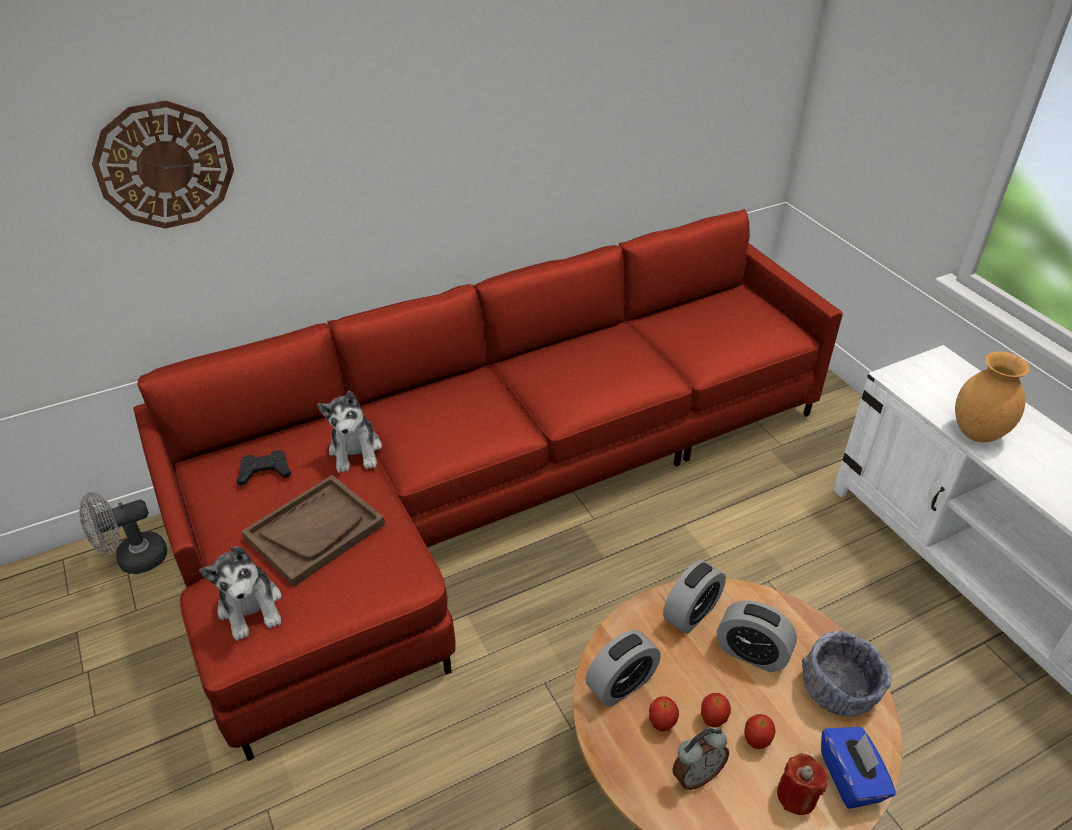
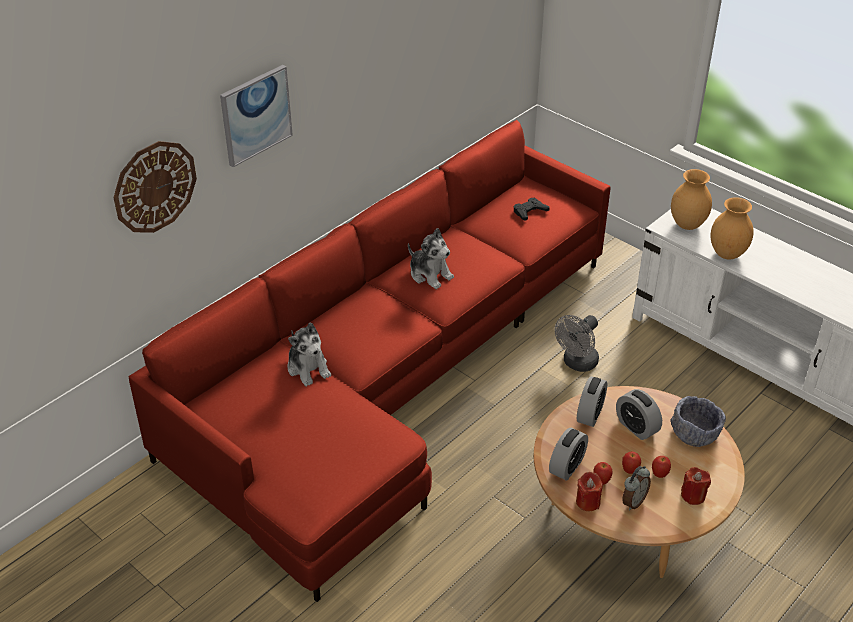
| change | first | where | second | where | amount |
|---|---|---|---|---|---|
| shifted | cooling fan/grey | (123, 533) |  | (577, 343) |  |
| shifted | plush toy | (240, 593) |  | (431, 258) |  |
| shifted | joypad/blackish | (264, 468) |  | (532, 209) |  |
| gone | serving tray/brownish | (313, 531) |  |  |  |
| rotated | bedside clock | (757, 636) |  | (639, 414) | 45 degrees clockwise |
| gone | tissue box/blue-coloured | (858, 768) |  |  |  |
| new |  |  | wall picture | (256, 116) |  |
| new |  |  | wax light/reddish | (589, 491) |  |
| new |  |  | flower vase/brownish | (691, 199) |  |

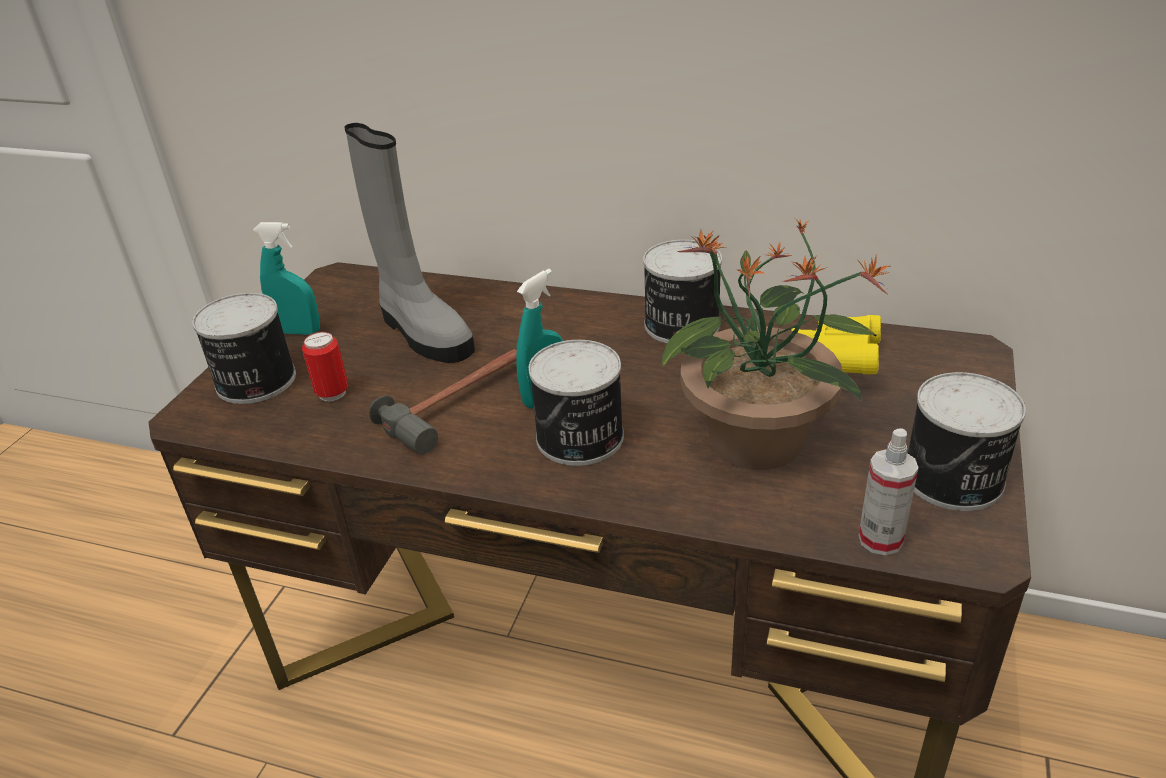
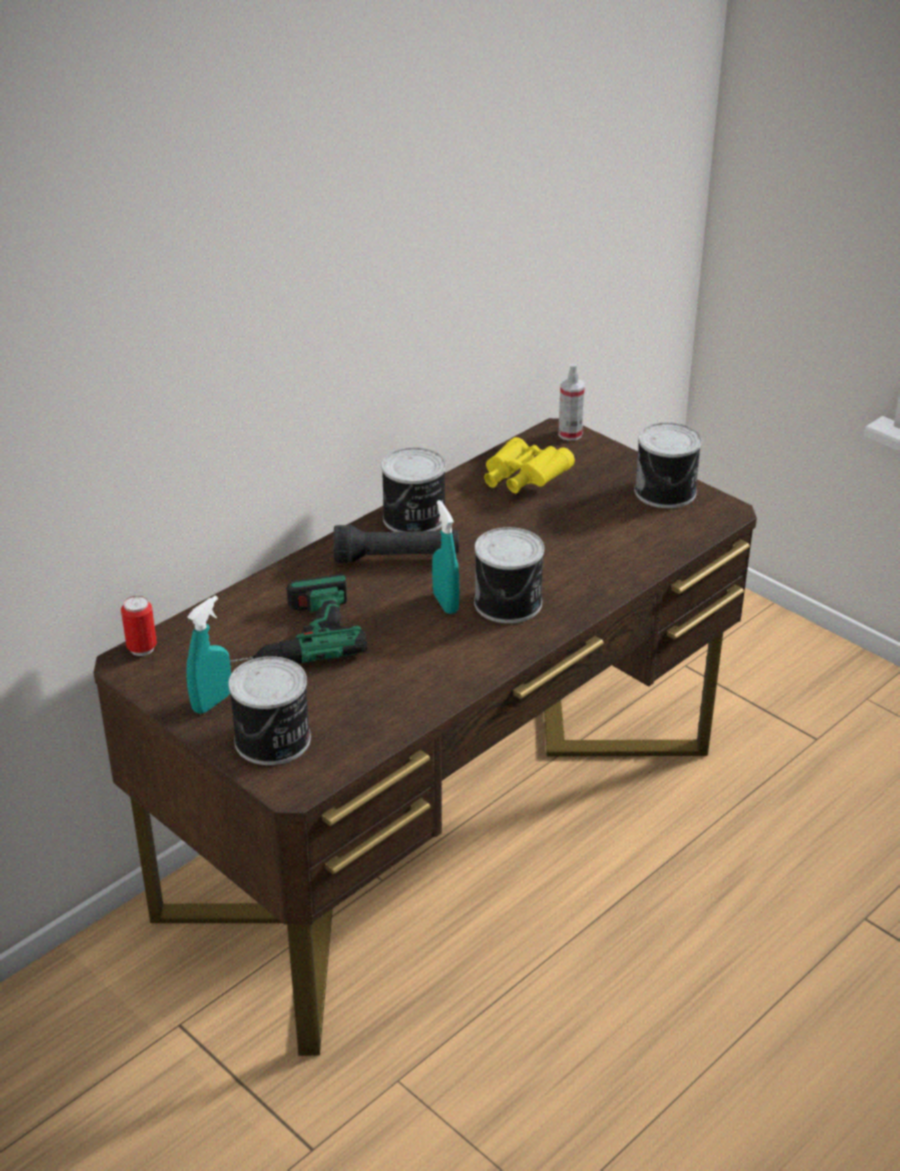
| change | first | where | second | where | amount |
|---|---|---|---|---|---|
| shifted | metal can | (325, 366) |  | (139, 626) |  |
| swapped | boot/grey | (409, 243) | electric drill | (298, 619) |  |
| gone | tool hammer | (443, 401) |  |  |  |
| gone | houseplant | (776, 343) |  |  |  |
| shifted | sprayer | (888, 492) |  | (571, 402) |  |
| new |  |  | torch/blackish | (396, 544) |  |

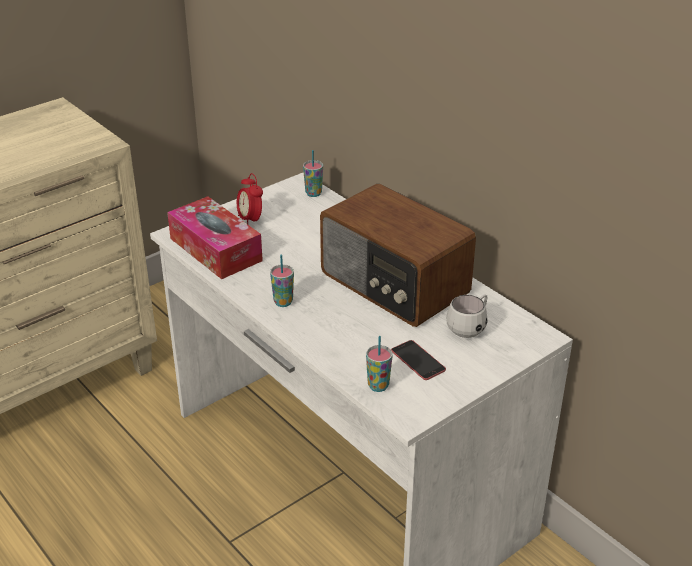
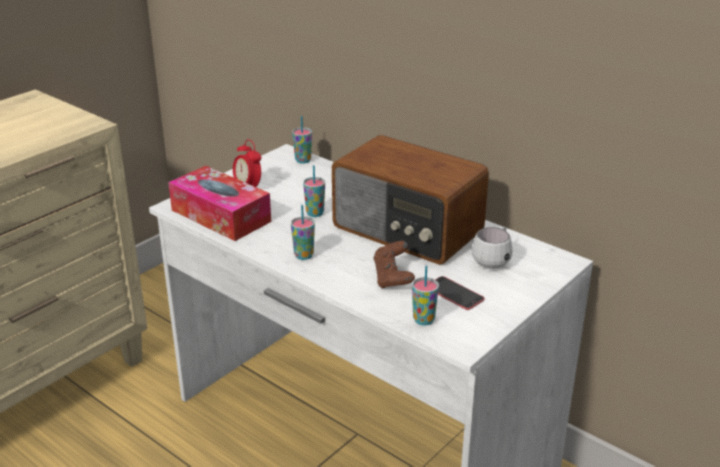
| change | first | where | second | where | amount |
|---|---|---|---|---|---|
| new |  |  | small cup | (314, 191) |  |
| new |  |  | joypad/brownish | (394, 264) |  |

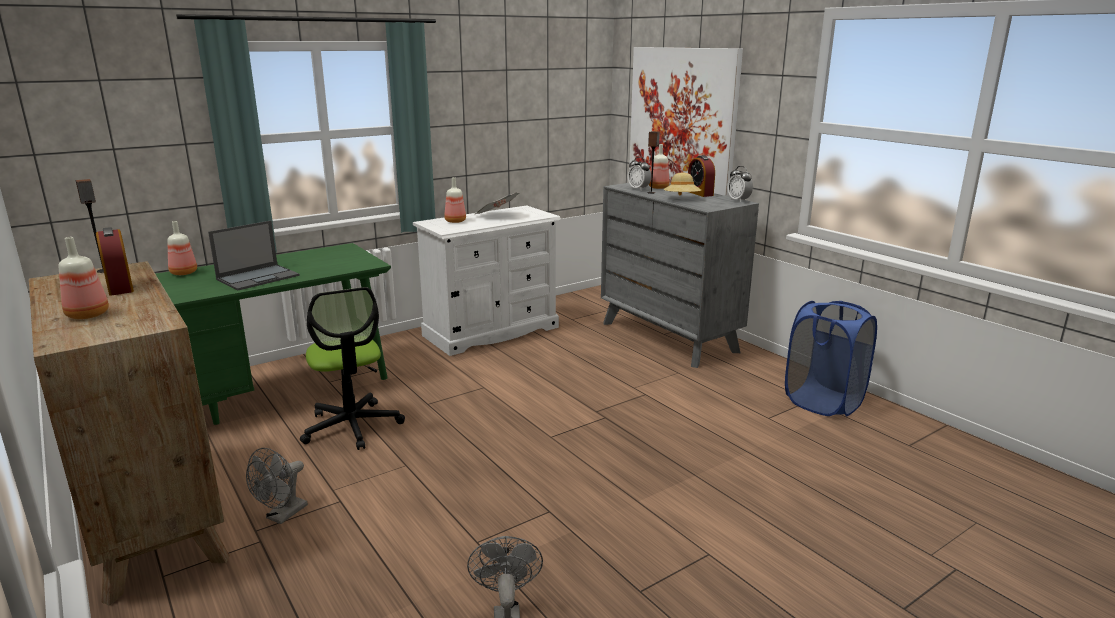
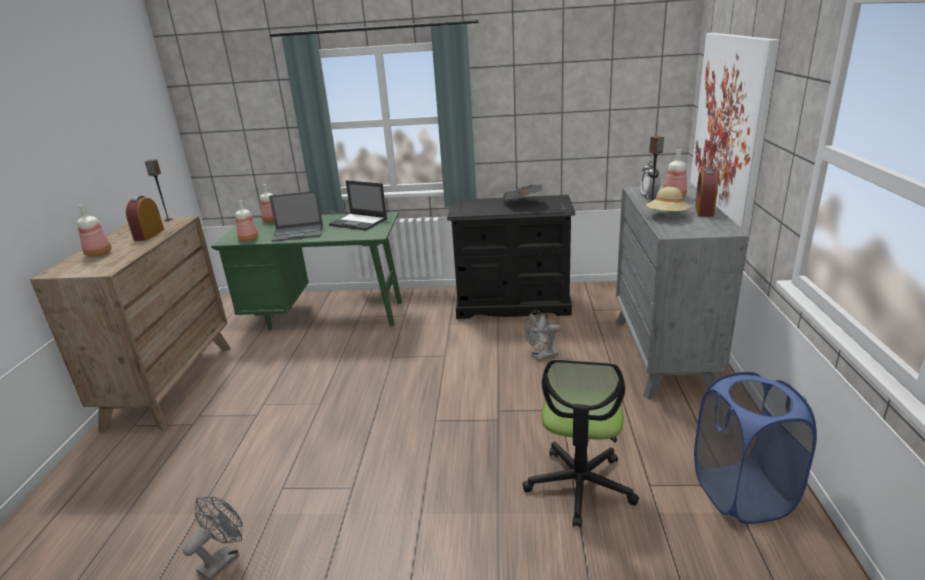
| change | first | where | second | where | amount |
|---|---|---|---|---|---|
| shifted | cooling fan/grey | (277, 486) |  | (542, 335) |  |
| shifted | computer chair | (352, 368) |  | (580, 443) |  |
| repainted | drawer chest/white-coloured | (487, 280) | drawer chest/blackish | (511, 257) |  |
| shifted | bottle | (455, 200) |  | (247, 221) |  |
| gone | bedside clock | (740, 184) |  |  |  |
| new |  |  | notebook computer | (358, 205) |  |

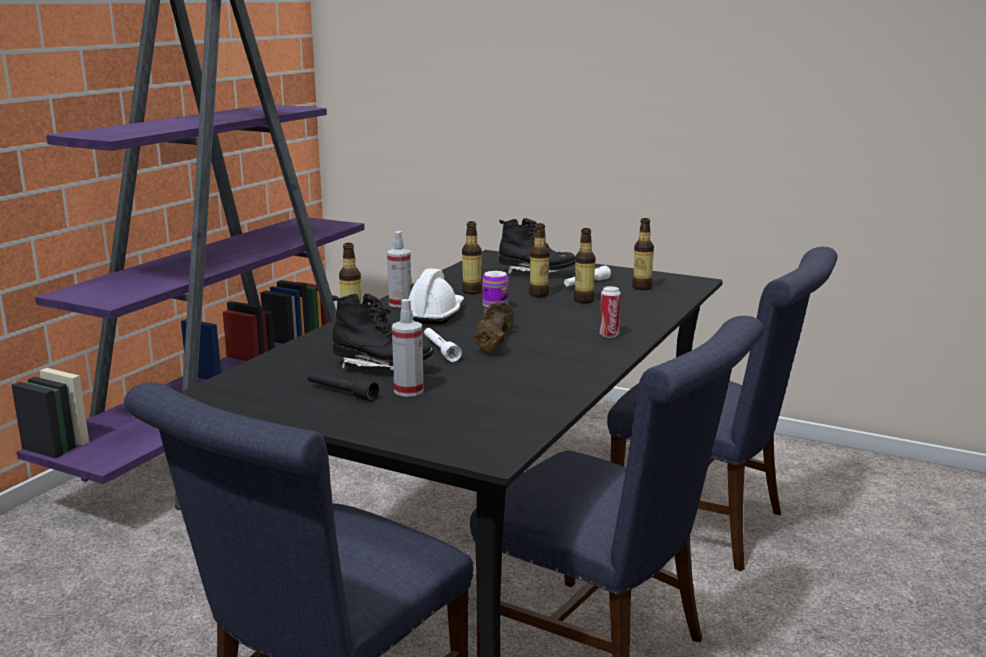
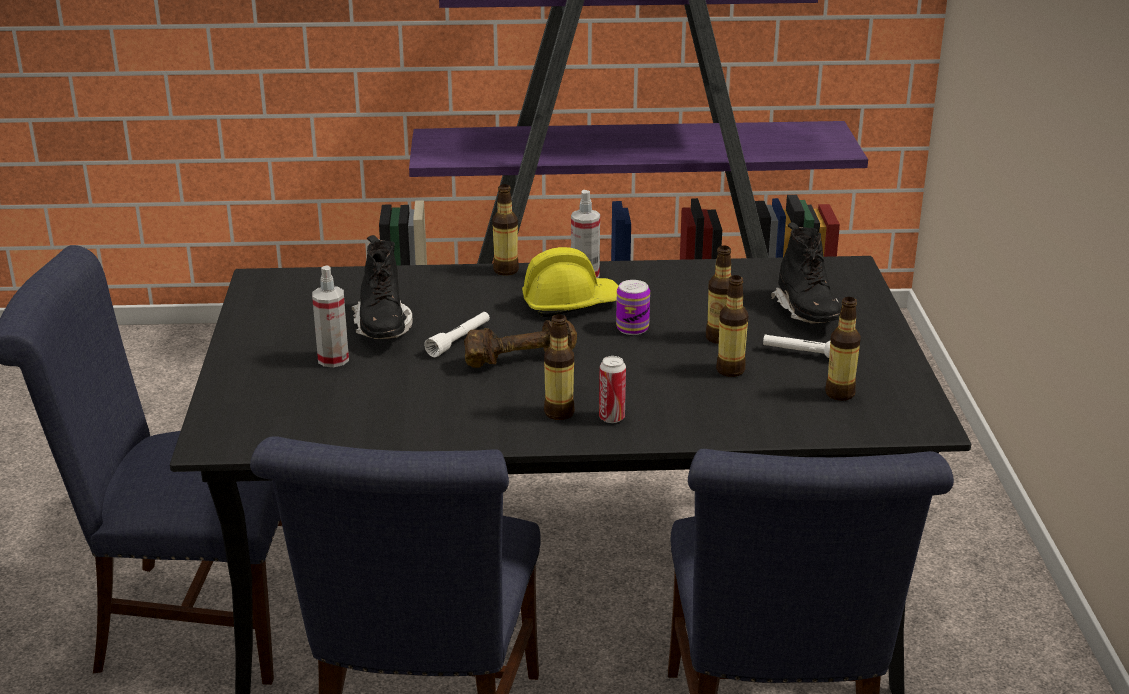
| change | first | where | second | where | amount |
|---|---|---|---|---|---|
| gone | torch/blackish | (343, 387) |  |  |  |
| repainted | safety helmet/white-coloured | (436, 296) | safety helmet/yellow-coloured | (570, 282) |  |
| shifted | bottle | (472, 258) |  | (559, 367) |  |

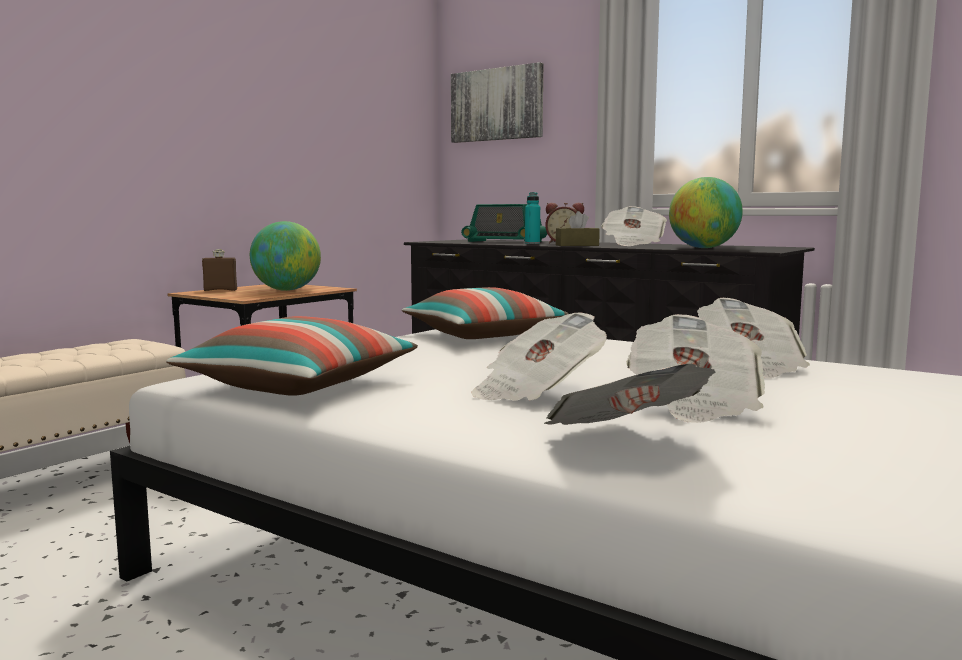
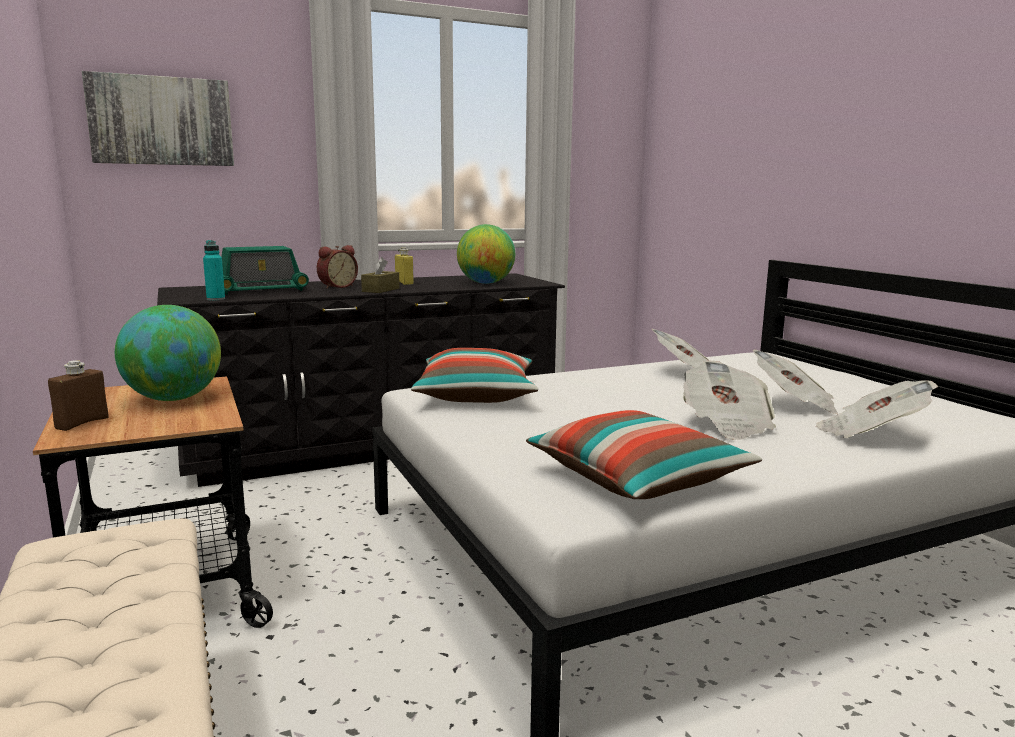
| change | first | where | second | where | amount |
|---|---|---|---|---|---|
| shifted | bottle/turquoise-coloured | (532, 218) |  | (214, 270) |  |
| swapped | newspaper | (634, 226) | bottle/yellow-coloured | (404, 266) |  |

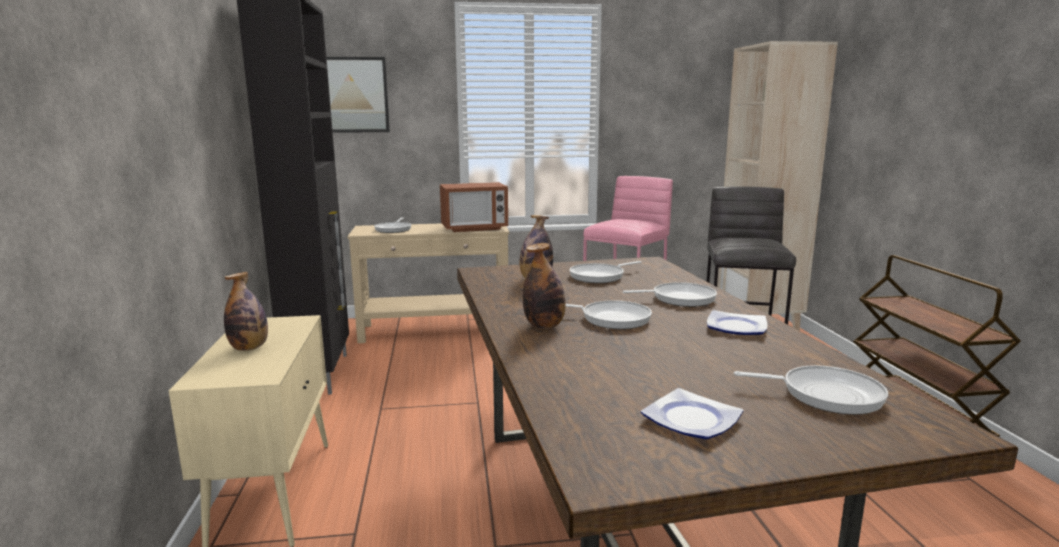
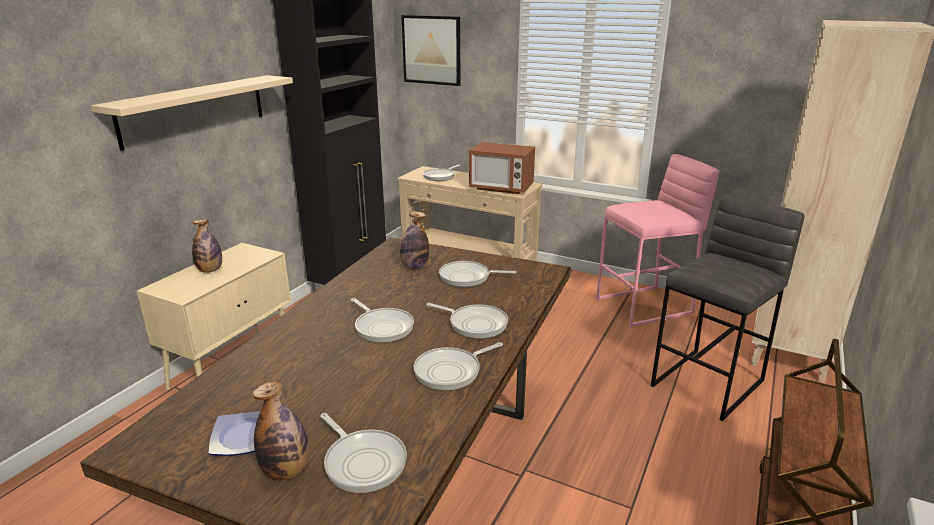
| change | first | where | second | where | amount |
|---|---|---|---|---|---|
| shifted | bottle | (544, 286) |  | (281, 430) |  |
| swapped | dinner plate | (737, 322) | skillet | (458, 366) |  |
| new |  |  | bracket shelf/beige-coloured | (192, 113) |  |

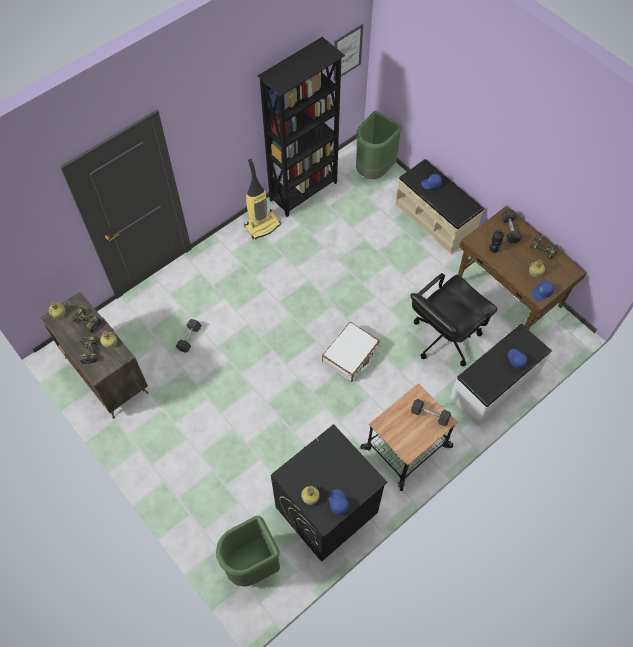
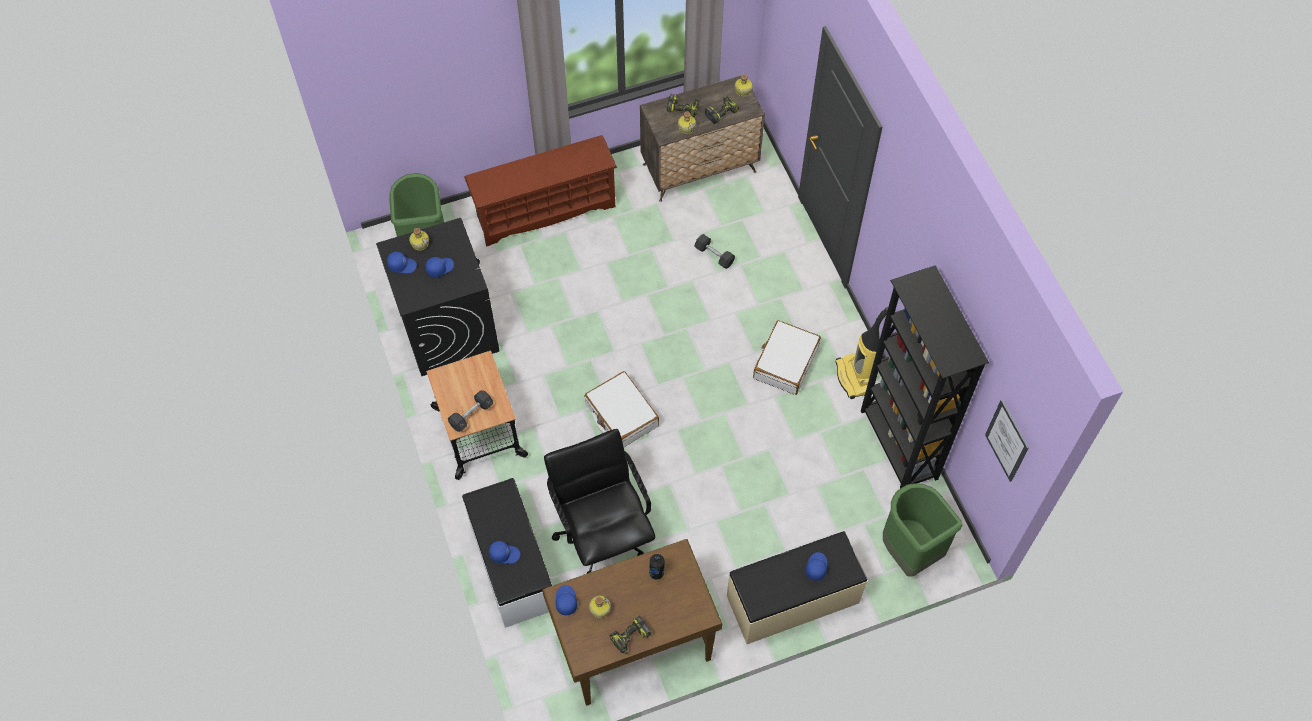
| change | first | where | second | where | amount |
|---|---|---|---|---|---|
| gone | dumbbell/grey | (511, 227) |  |  |  |
| new |  |  | peaked cap/blue-coloured | (439, 267) |  |
| new |  |  | shoe stand/brownish | (540, 191) |  |
| new |  |  | travel case/white-coloured | (787, 357) |  |

